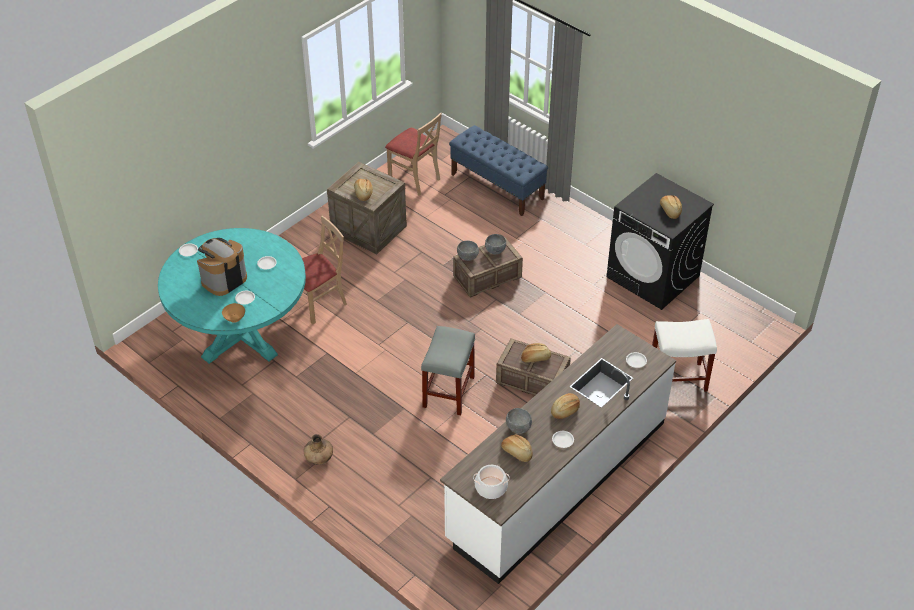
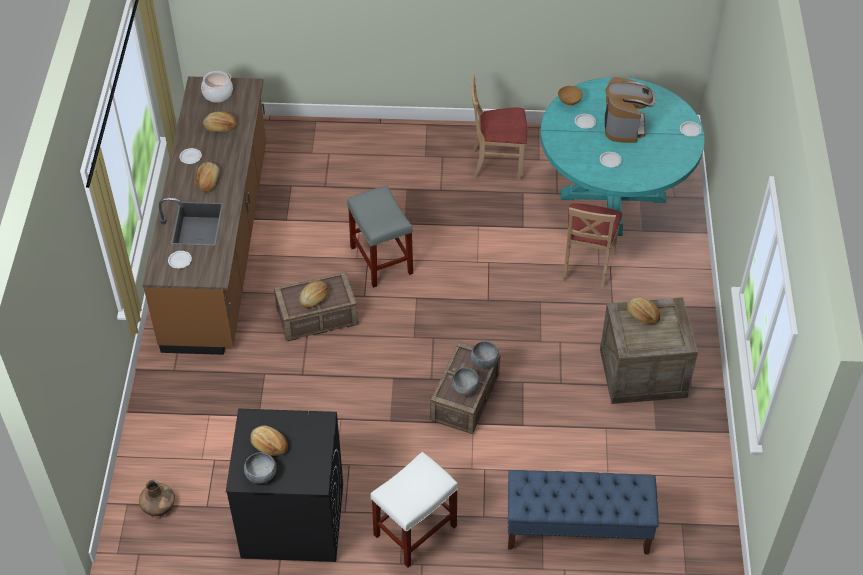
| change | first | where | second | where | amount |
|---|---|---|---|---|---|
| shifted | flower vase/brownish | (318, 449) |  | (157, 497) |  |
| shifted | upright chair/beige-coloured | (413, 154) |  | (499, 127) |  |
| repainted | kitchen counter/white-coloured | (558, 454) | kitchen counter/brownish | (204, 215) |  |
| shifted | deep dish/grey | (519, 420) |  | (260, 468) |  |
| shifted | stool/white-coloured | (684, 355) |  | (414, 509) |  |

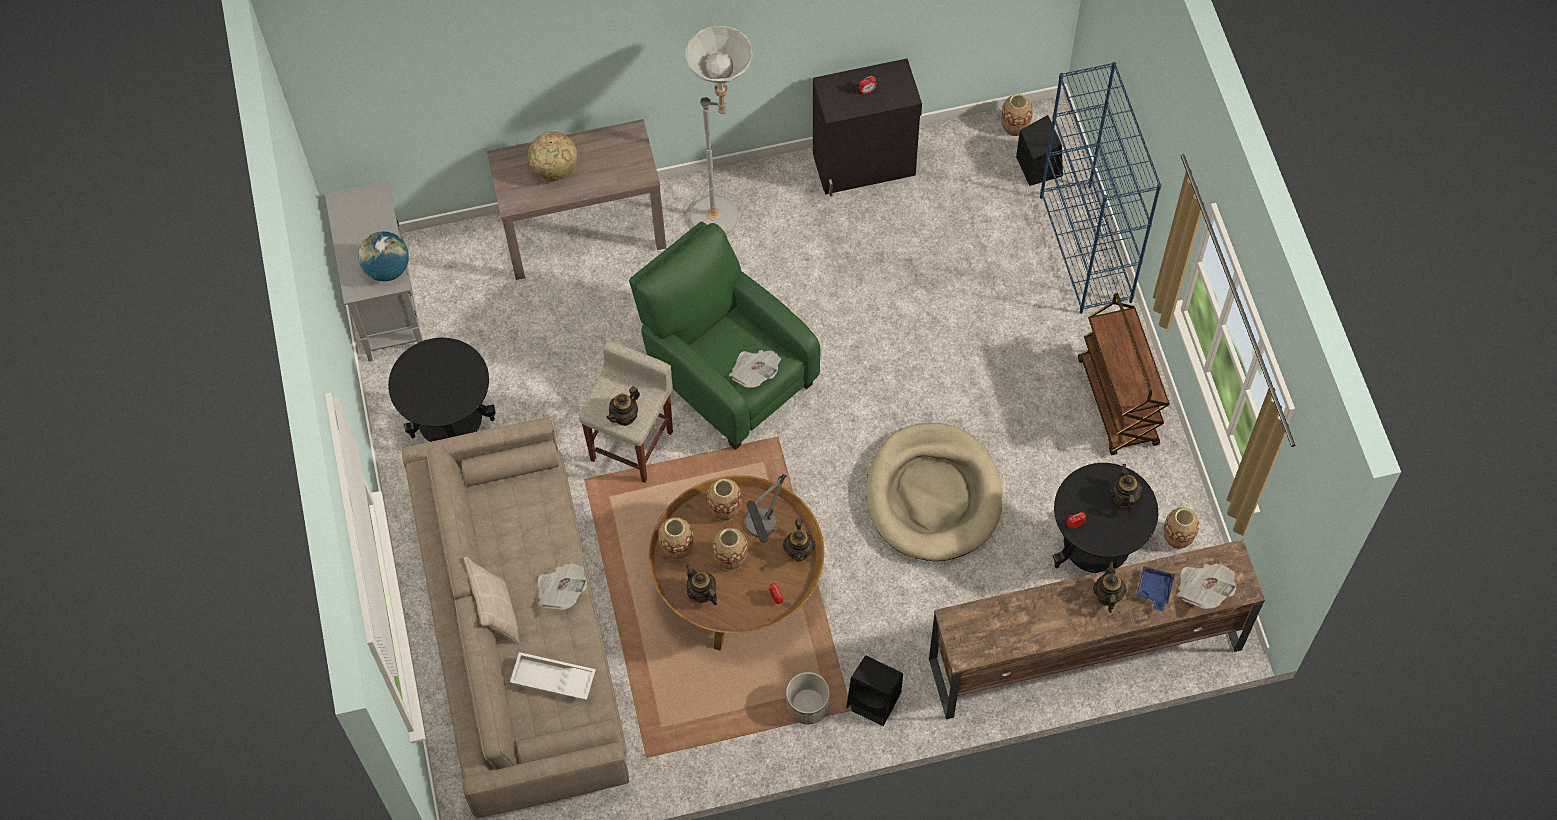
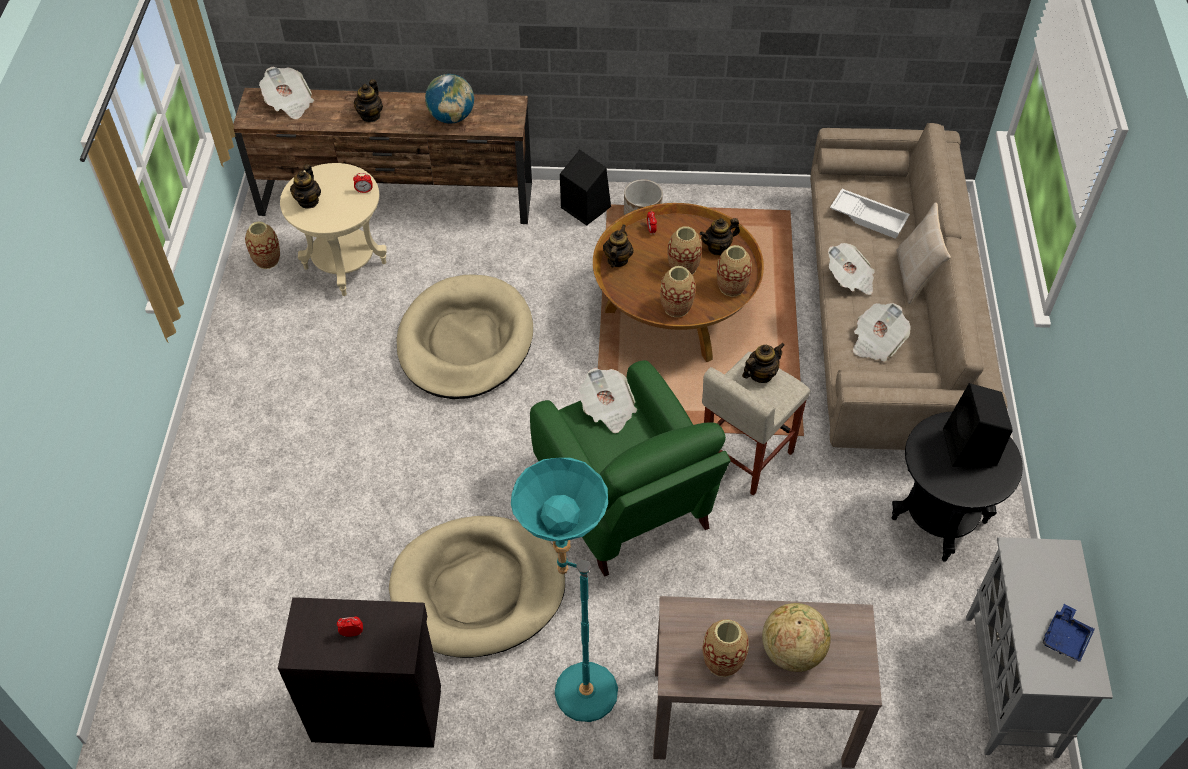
| change | first | where | second | where | amount |
|---|---|---|---|---|---|
| shifted | desk globe | (383, 256) |  | (449, 98) |  |
| repainted | standard lamp/grey | (719, 130) | standard lamp/turquoise-coloured | (564, 590) |  |
| rotated | tea pot | (701, 584) |  | (720, 236) | 90 degrees clockwise |
| gone | tabletop lamp | (766, 508) |  |  |  |
| shifted | flower vase | (1017, 115) |  | (726, 648) |  |
| shifted | audio speaker/blackish | (1039, 150) |  | (978, 425) |  |
| gone | bookcase/blue-coloured | (1101, 188) |  |  |  |
| repainted | accent table/blackish | (1105, 518) | accent table/beige-coloured | (333, 229) |  |
| gone | wheeled cart/brownish | (1124, 374) |  |  |  |
| shifted | serving tray/blue-coloured | (1155, 588) |  | (1069, 633) |  |
| new |  |  | dog cushion/beige-coloured | (477, 587) |  |
| new |  |  | newspaper | (882, 332) |  |

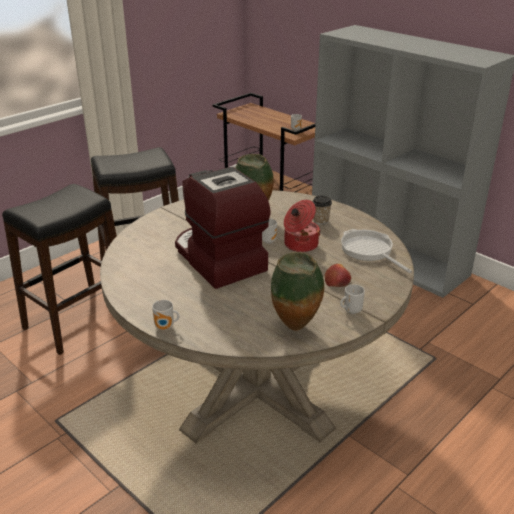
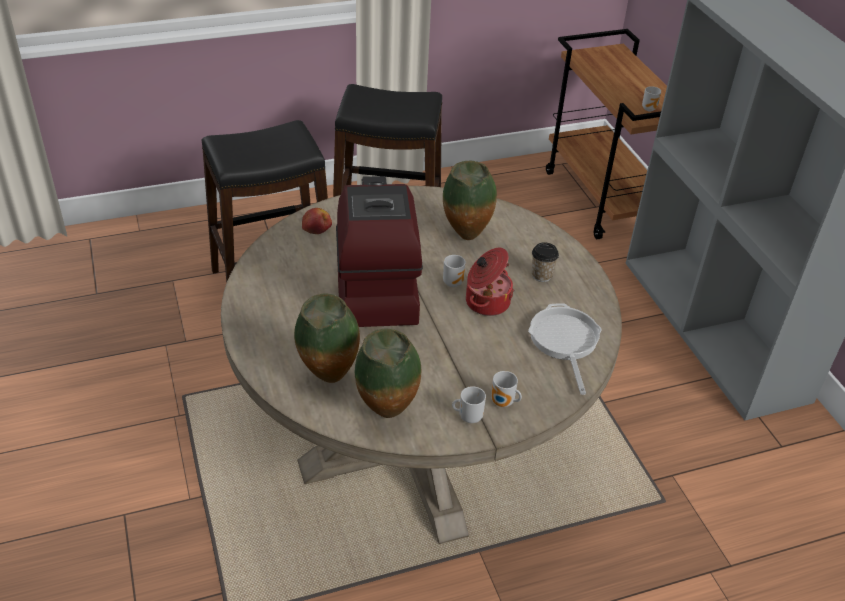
| change | first | where | second | where | amount |
|---|---|---|---|---|---|
| shifted | mug | (165, 315) |  | (506, 389) |  |
| shifted | whole apple | (338, 275) |  | (317, 221) |  |
| new |  |  | flower vase | (327, 338) |  |

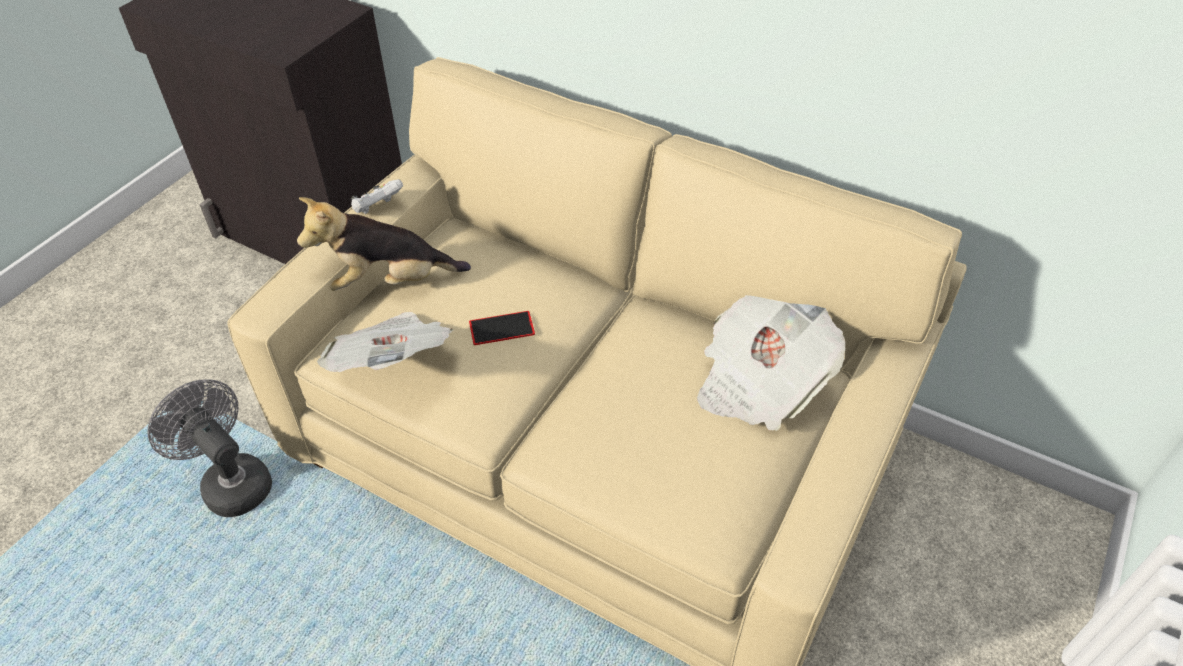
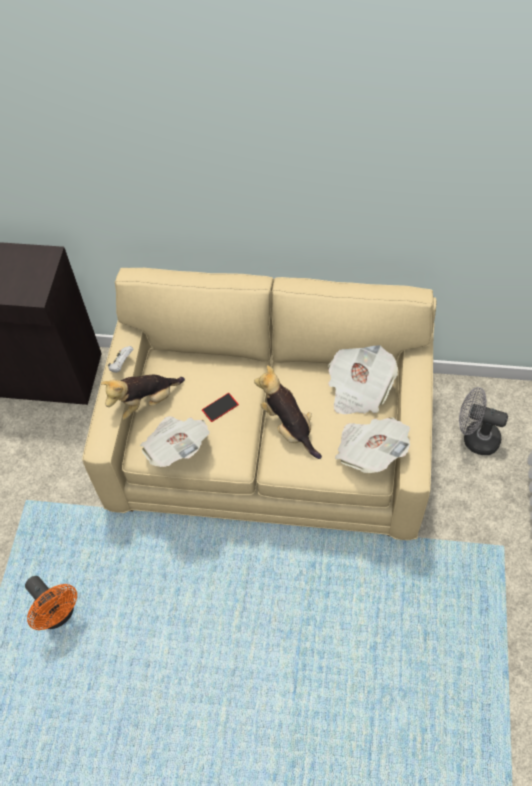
| change | first | where | second | where | amount |
|---|---|---|---|---|---|
| shifted | cooling fan/grey | (209, 448) |  | (483, 421) |  |
| new |  |  | cooling fan/orangey | (51, 603) |  |
| new |  |  | plush toy | (288, 412) |  |
| new |  |  | newspaper | (372, 445) |  |

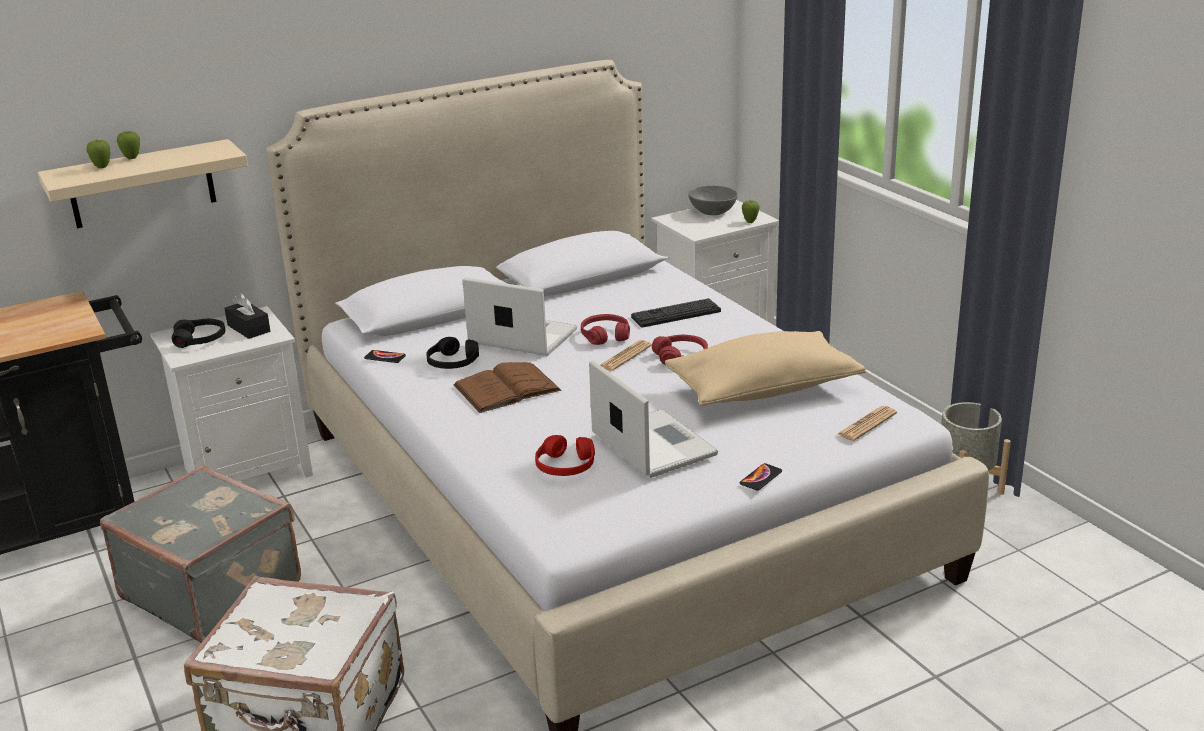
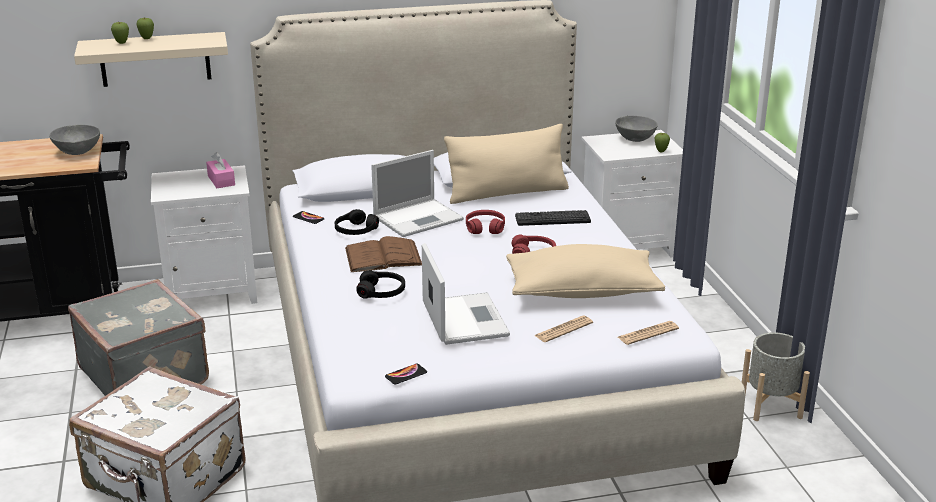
| change | first | where | second | where | amount |
|---|---|---|---|---|---|
| shifted | headset/blackish | (198, 333) |  | (380, 284) |  |
| repainted | tissue box/blackish | (247, 316) | tissue box/pink-coloured | (220, 170) |  |
| rotated | notebook computer | (519, 316) |  | (417, 193) | 105 degrees clockwise |
| gone | headset/reddish | (565, 455) |  |  |  |
| shifted | newspaper | (626, 355) |  | (563, 329) |  |
| shifted | phone | (761, 476) |  | (406, 374) |  |
| new |  |  | deep dish/grey | (74, 140) |  |
| new |  |  | pillow/beige-coloured | (506, 164) |  |

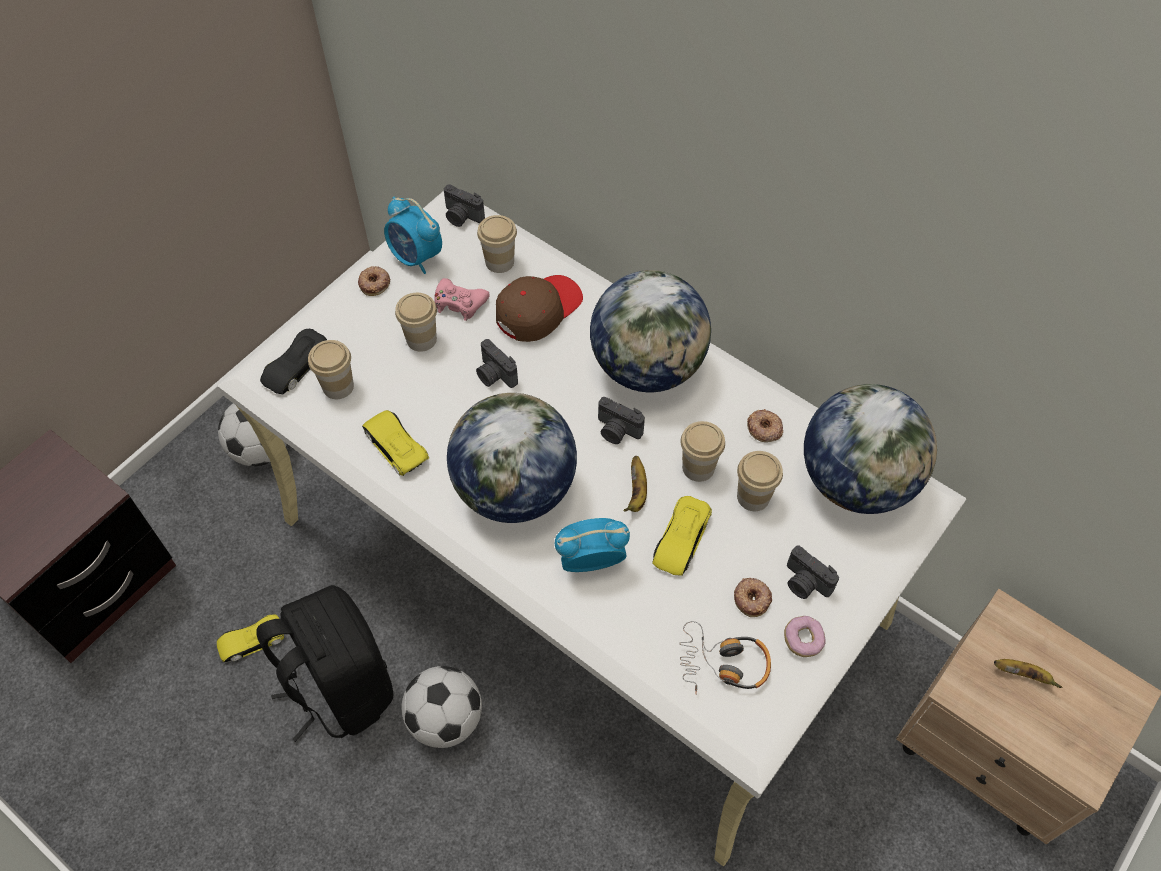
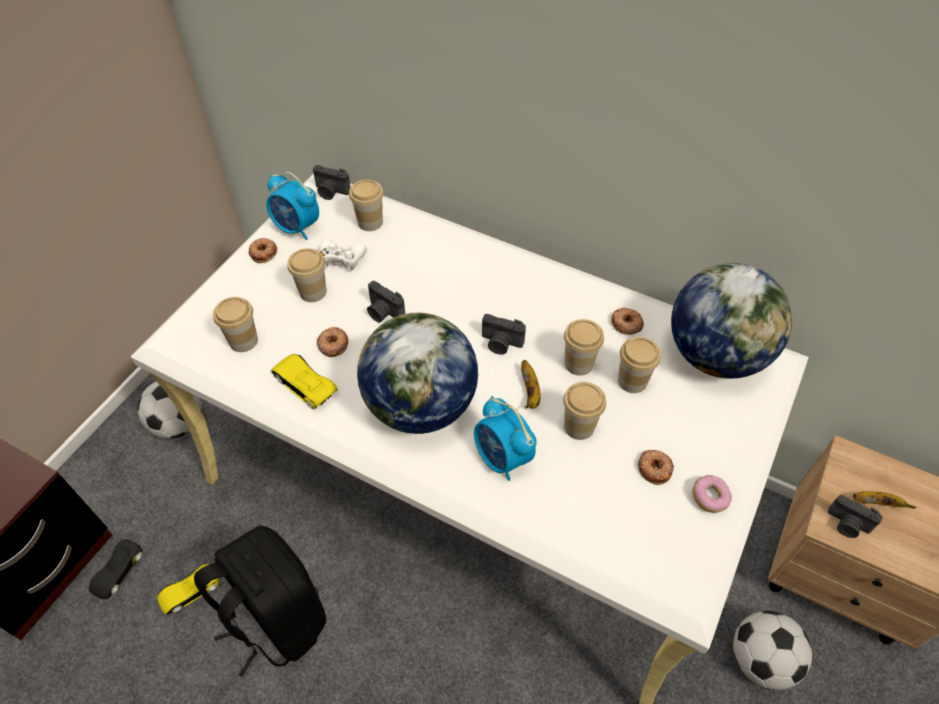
| change | first | where | second | where | amount |
|---|---|---|---|---|---|
| shifted | toy car/blackish | (293, 362) |  | (115, 569) |  |
| shifted | ball for football | (441, 707) |  | (772, 650) |  |
| repainted | joypad/pink-coloured | (462, 299) | joypad/white-coloured | (343, 255) |  |
| gone | peaked cap/brownish | (539, 308) |  |  |  |
| rotated | bedside clock | (592, 545) |  | (505, 438) | 105 degrees counterclockwise |
| gone | desk globe | (650, 331) |  |  |  |
| swapped | toy car/yellow-coloured | (682, 536) | small cup | (584, 411) |  |
| gone | headset | (725, 658) |  |  |  |
| shifted | still camera | (813, 572) |  | (855, 516) |  |
| new |  |  | ring doughnut | (332, 342) |  |

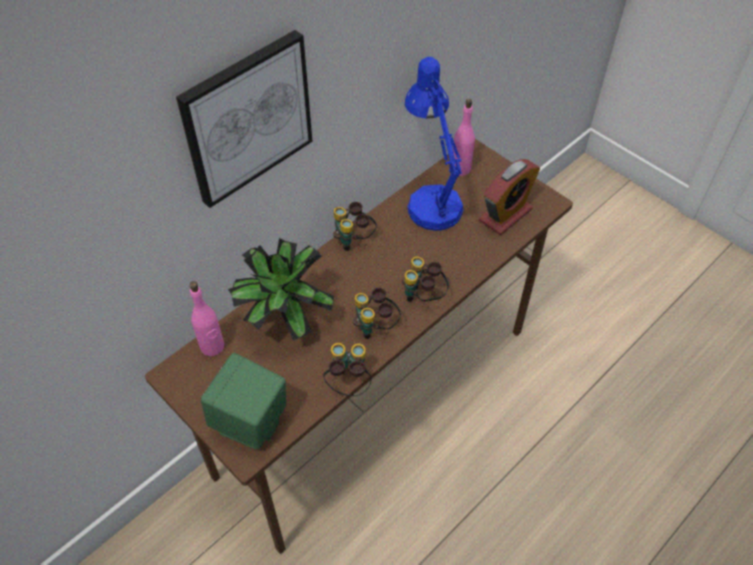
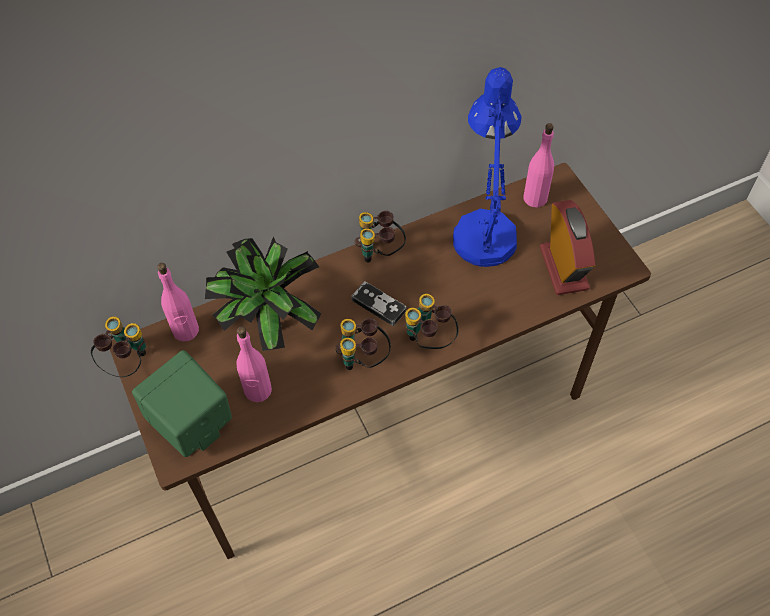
| change | first | where | second | where | amount |
|---|---|---|---|---|---|
| gone | wall picture | (244, 119) |  |  |  |
| shifted | pair of binoculars | (347, 369) |  | (118, 346) |  |
| rotated | bedside clock | (509, 197) |  | (568, 247) | 75 degrees counterclockwise |
| new |  |  | bottle/pink-coloured | (254, 364) |  |
| new |  |  | joypad | (378, 303) |  |

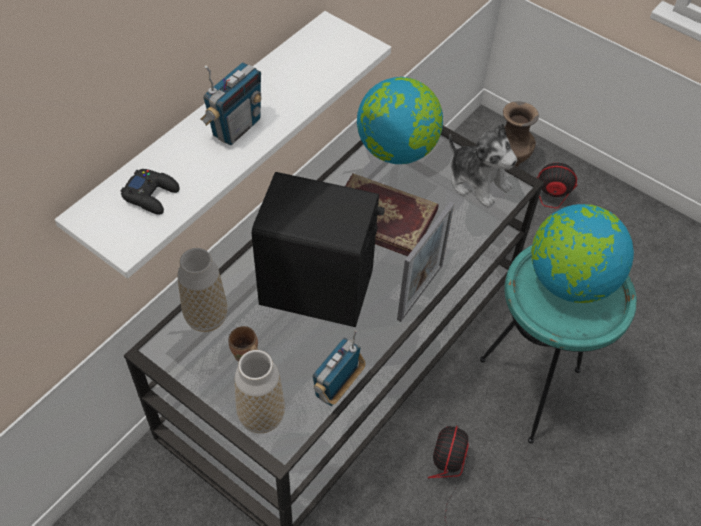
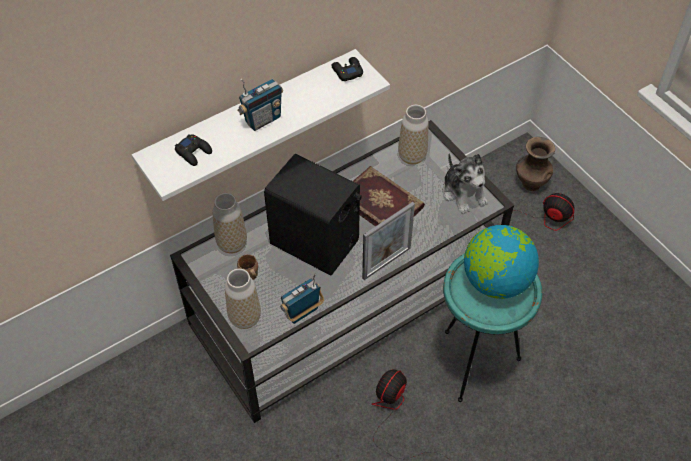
| change | first | where | second | where | amount |
|---|---|---|---|---|---|
| swapped | desk globe | (400, 120) | flower vase | (413, 134) |  |
| new |  |  | joypad/blackish | (347, 69) |  |

